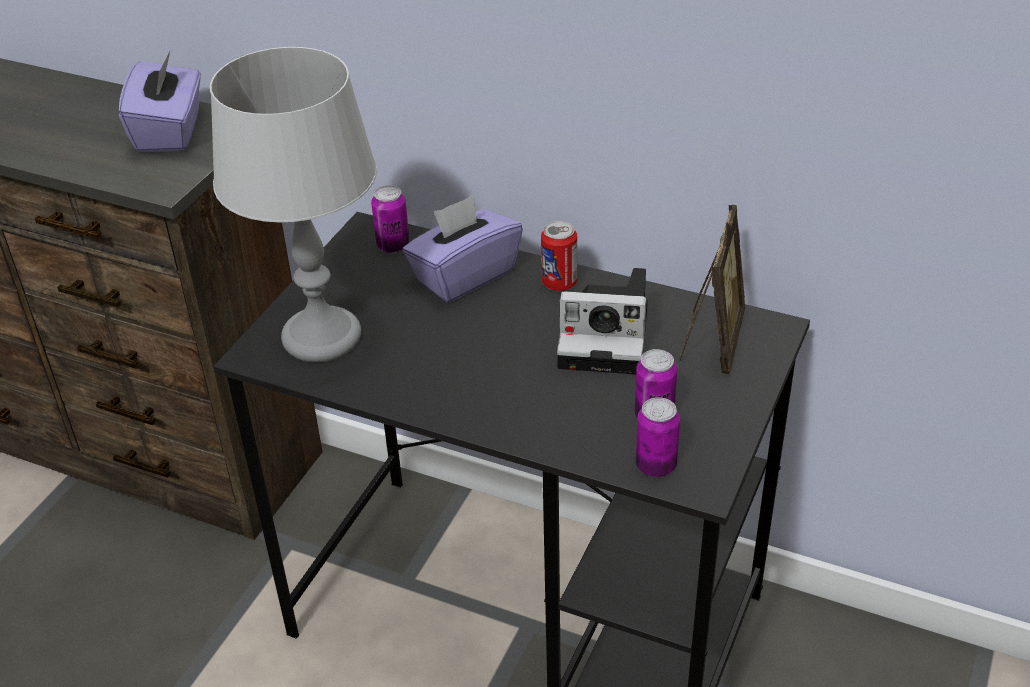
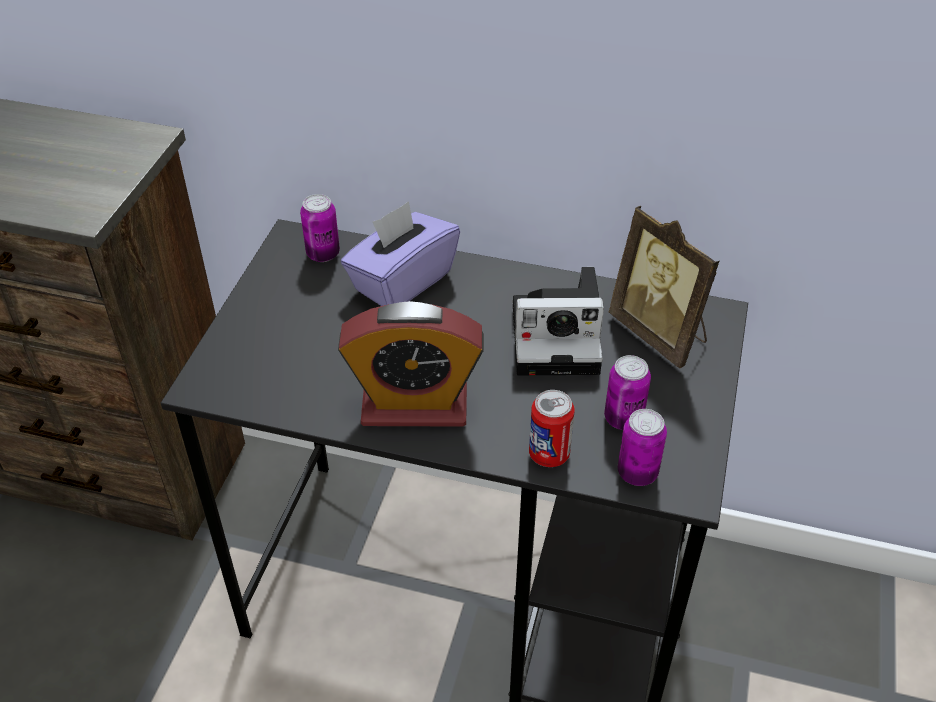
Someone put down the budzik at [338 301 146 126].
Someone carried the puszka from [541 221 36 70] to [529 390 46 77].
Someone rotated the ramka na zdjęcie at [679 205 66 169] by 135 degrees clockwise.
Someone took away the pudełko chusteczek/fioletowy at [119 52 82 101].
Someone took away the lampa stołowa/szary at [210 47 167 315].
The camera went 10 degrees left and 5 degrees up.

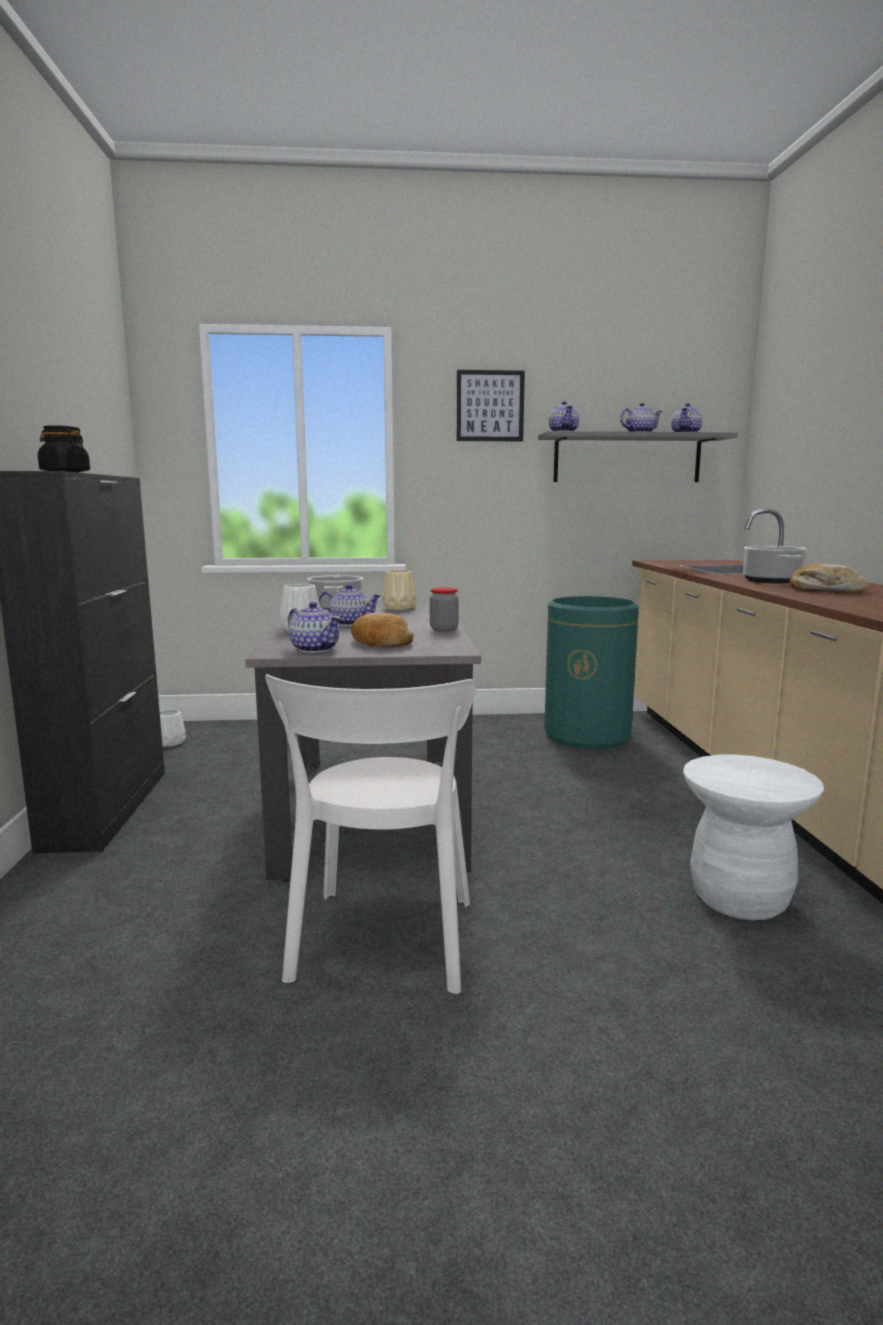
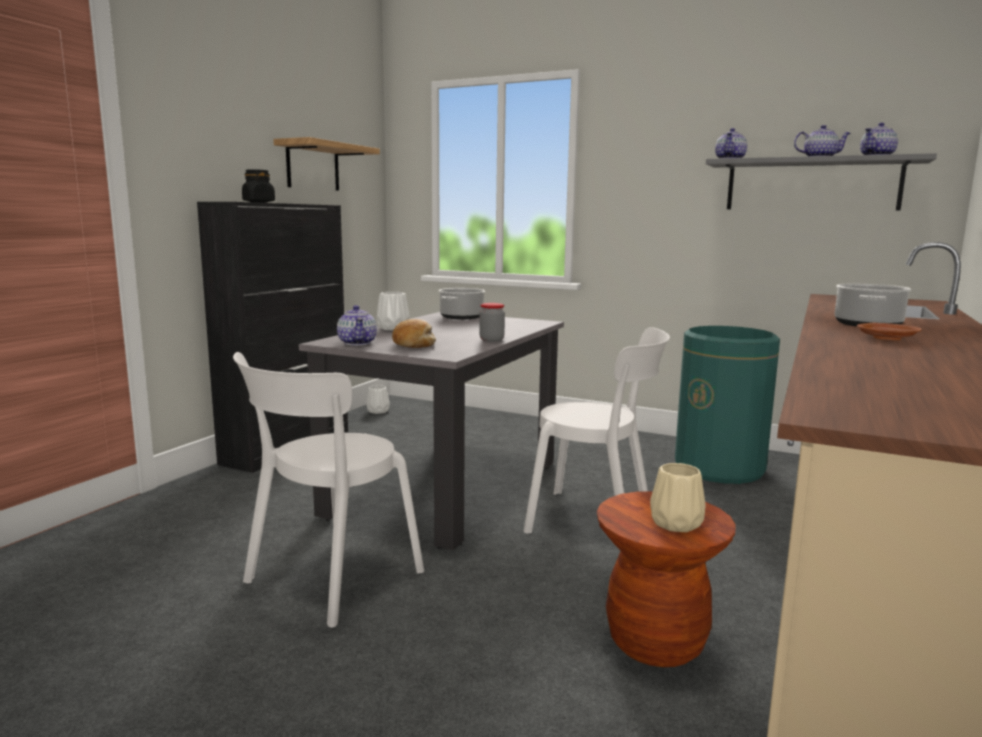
Someone put up the półka at [273 137 107 54].
Someone put down the krzesło/biały at [524 327 146 206].
Someone repainted the stołek/biały at [683 754 141 166], which became the stołek/brązowy at [597 491 139 176].
Someone carried the wazon/beżowy from [382 570 35 40] to [650 463 56 69].
Someone swapped the chleb at [790 563 80 29] for the talerz/brązowy at [857 323 65 17].
Someone took away the imbryk at [319 584 63 42].
Someone took away the obraz at [457 370 68 71].
The camera went 30 degrees right and 0 degrees up.

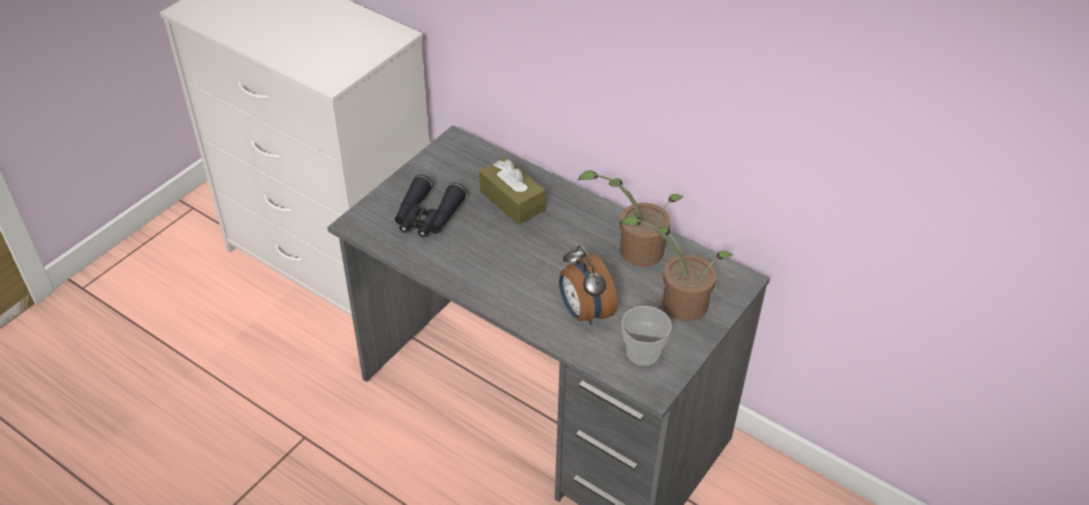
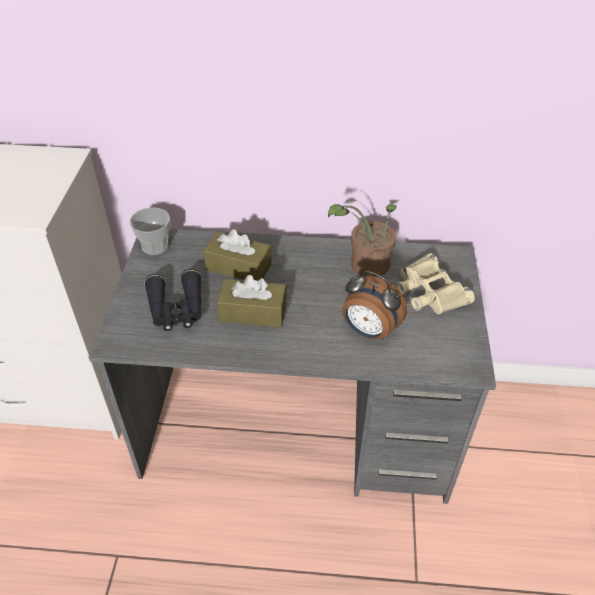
Someone carried the filiżanka from [621 306 51 60] to [130 207 40 48].
Someone put down the pudełko chusteczek/brązowy at [217 275 70 52].
Someone swapped the roślina doniczkowa at [620 215 113 106] for the lornetka/beżowy at [397 253 78 61].
The camera went 30 degrees left and 0 degrees up.

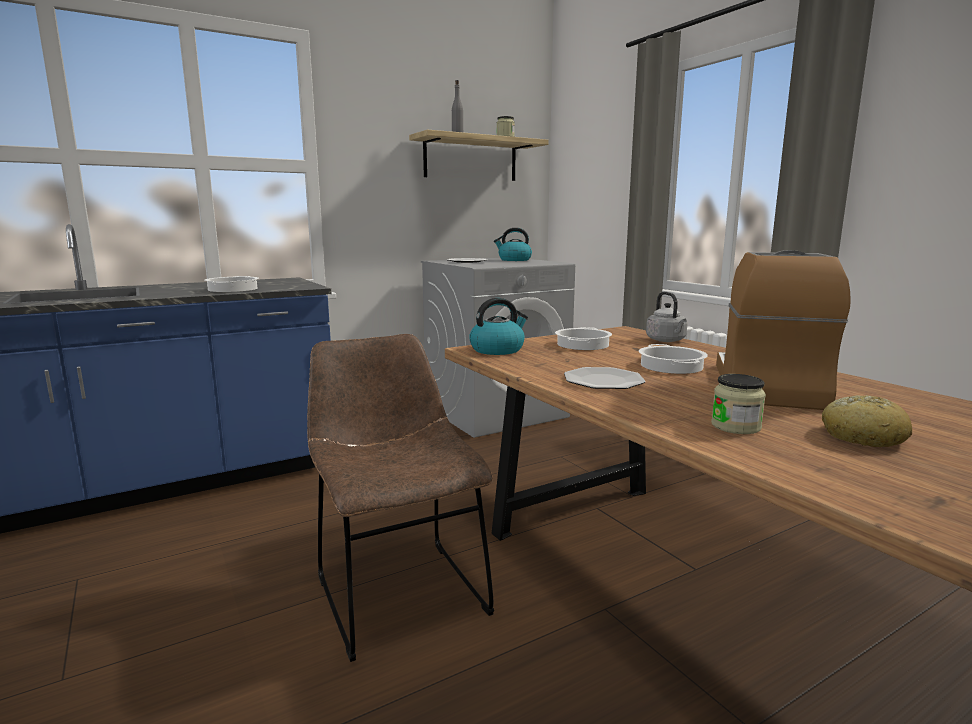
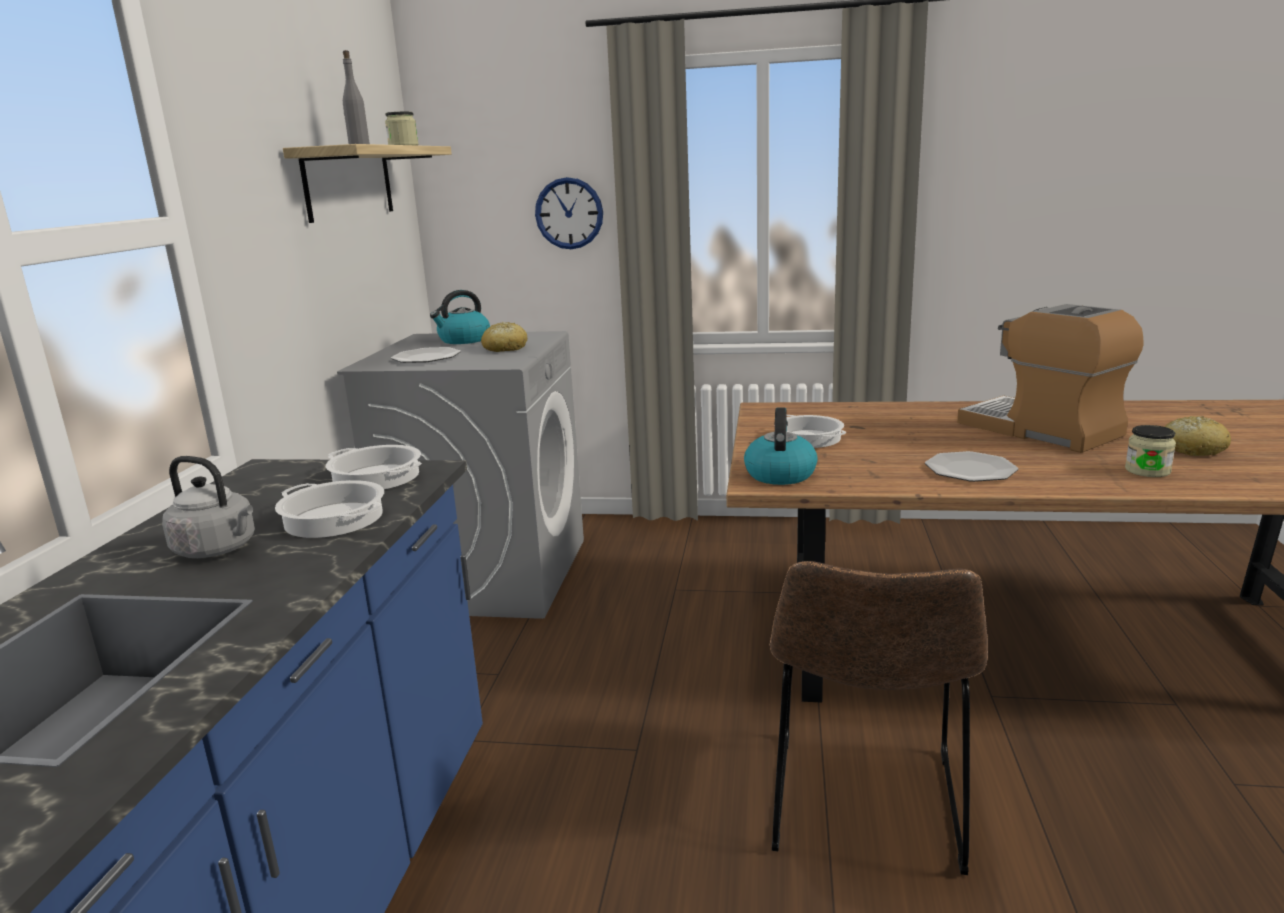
Someone carried the czajnik/szary from [646 292 42 50] to [162 456 93 102].
Someone carried the garnek from [639 344 69 30] to [326 445 96 44].
Someone put down the chleb at [481 322 46 30].
Someone put up the zegar ścienny at [535 177 68 72].
Someone rotated the krzesło/brązowy at [307 334 187 328] by 90 degrees counterclockwise.
The camera went 50 degrees left and 5 degrees up.

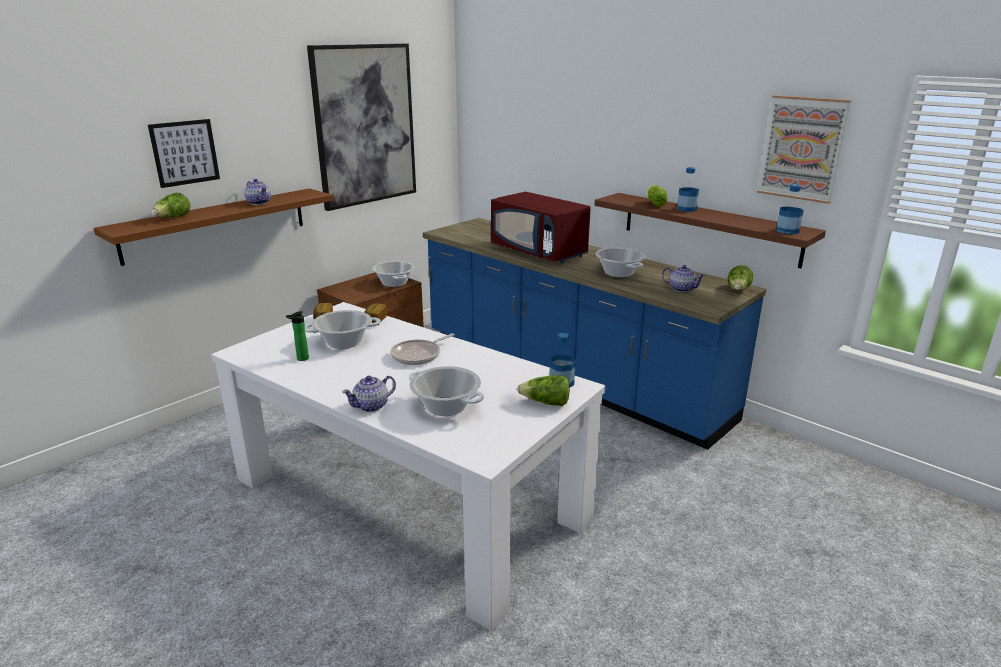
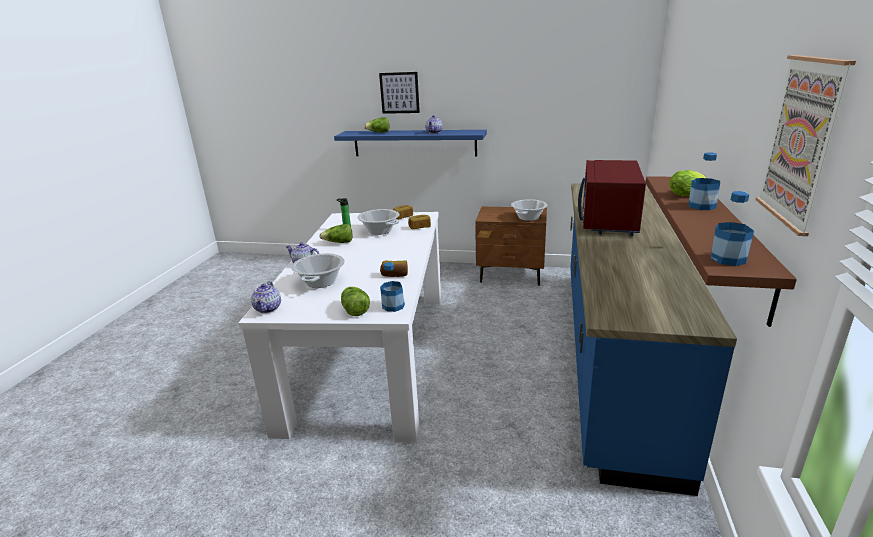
Someone carried the imbryk from [662 265 43 27] to [251 281 30 32].
Someone carried the sałata from [728 265 25 25] to [319 224 33 19].
Someone repainted the półka/brązowy at [94 188 239 78], which became the półka/niebieski at [334 130 153 26].
Someone put down the chleb at [380 260 28 17].
Someone took away the obraz at [307 43 109 168].
Someone took away the patelnia at [390 333 65 32].
Someone took away the garnek at [595 247 51 31].
The camera went 60 degrees right and 0 degrees up.

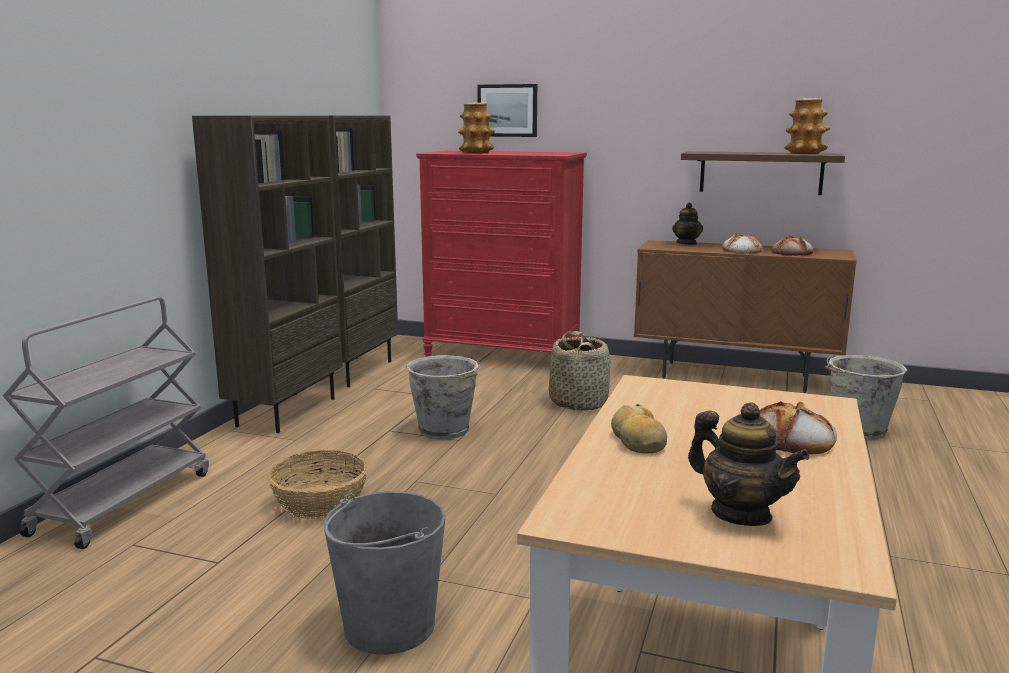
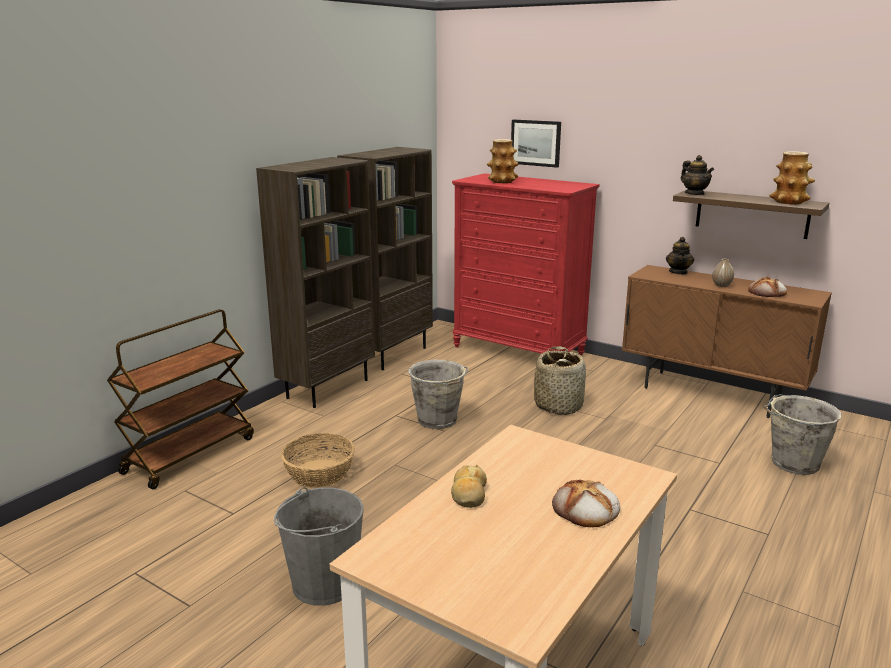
Someone repainted the wózek/szary at [3 297 206 252], which became the wózek/brązowy at [107 309 147 180].
Someone carried the imbryk from [688 402 121 124] to [681 155 33 40].
Someone swapped the chleb at [722 233 40 20] for the wazon at [712 259 22 28].
The camera went 15 degrees right and 5 degrees up.

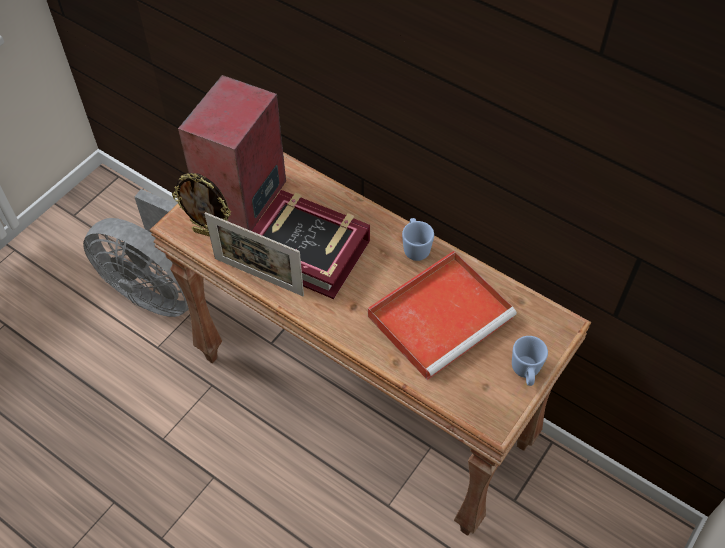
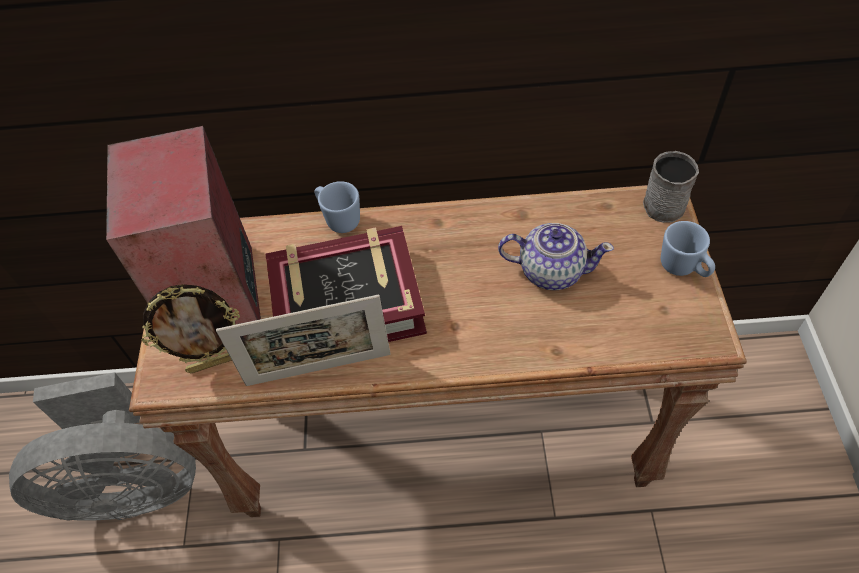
Someone carried the kubek/niebieski from [402 218 32 43] to [314 181 46 52].
Someone swapped the taca/czerwony at [368 251 149 129] for the imbryk at [498 223 116 67].
Someone put down the kubek/szary at [643 151 56 72].
The camera went 35 degrees left and 0 degrees up.

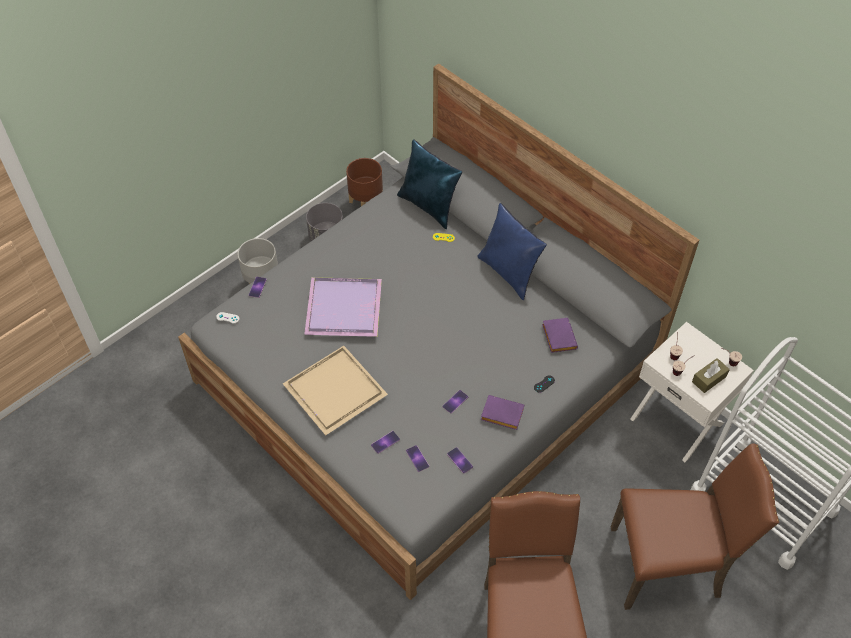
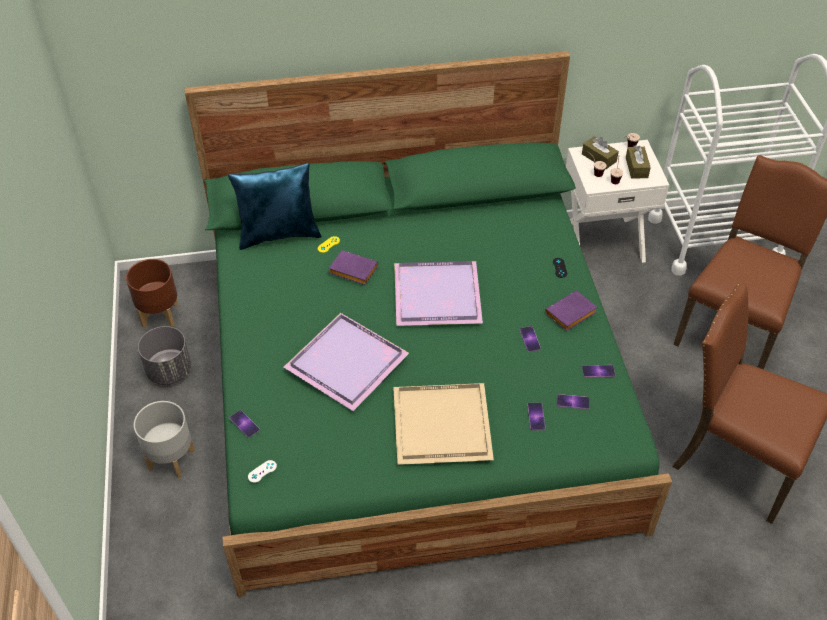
Someone repainted the łóżko/szary at [178 64 521 536], which became the łóżko/zielony at [185 51 487 546].
Someone carried the książka/fioletowy from [542 318 36 35] to [329 250 49 35].
Someone put down the taca/fioletowy at [394 261 89 65].
Someone put down the pudełko chusteczek/brązowy at [582 137 37 32].
Someone took away the poduszka/niebieski at [477 203 70 97].
The camera went 55 degrees left and 5 degrees down.

